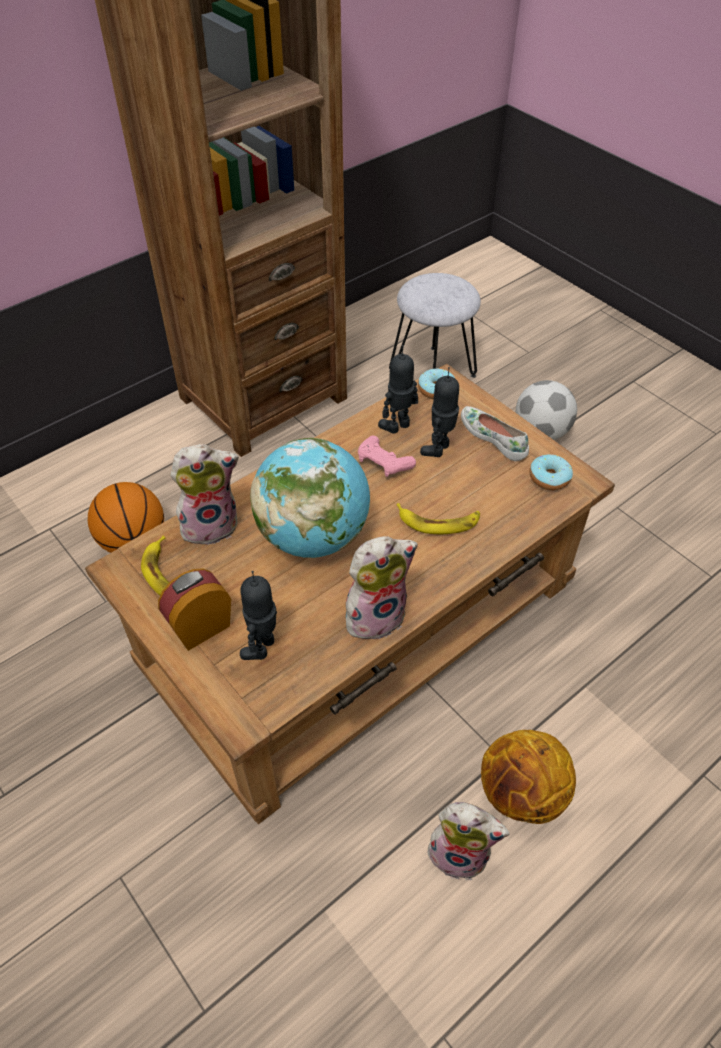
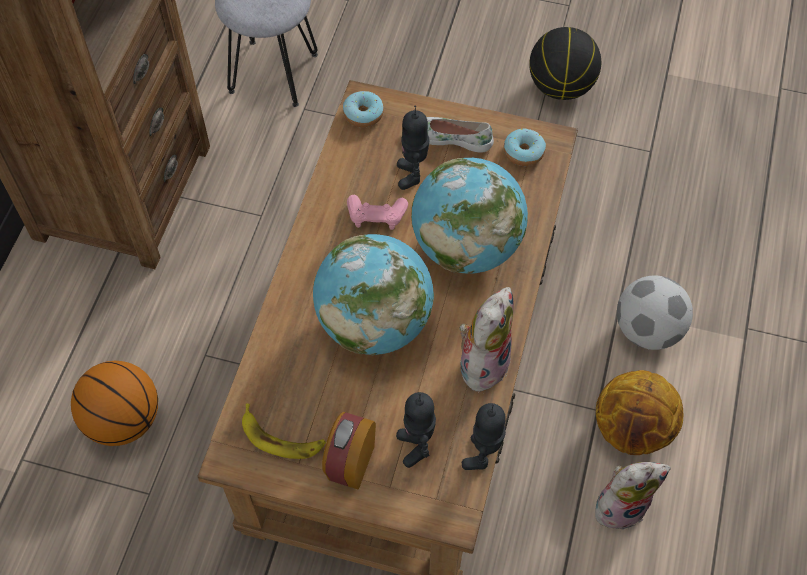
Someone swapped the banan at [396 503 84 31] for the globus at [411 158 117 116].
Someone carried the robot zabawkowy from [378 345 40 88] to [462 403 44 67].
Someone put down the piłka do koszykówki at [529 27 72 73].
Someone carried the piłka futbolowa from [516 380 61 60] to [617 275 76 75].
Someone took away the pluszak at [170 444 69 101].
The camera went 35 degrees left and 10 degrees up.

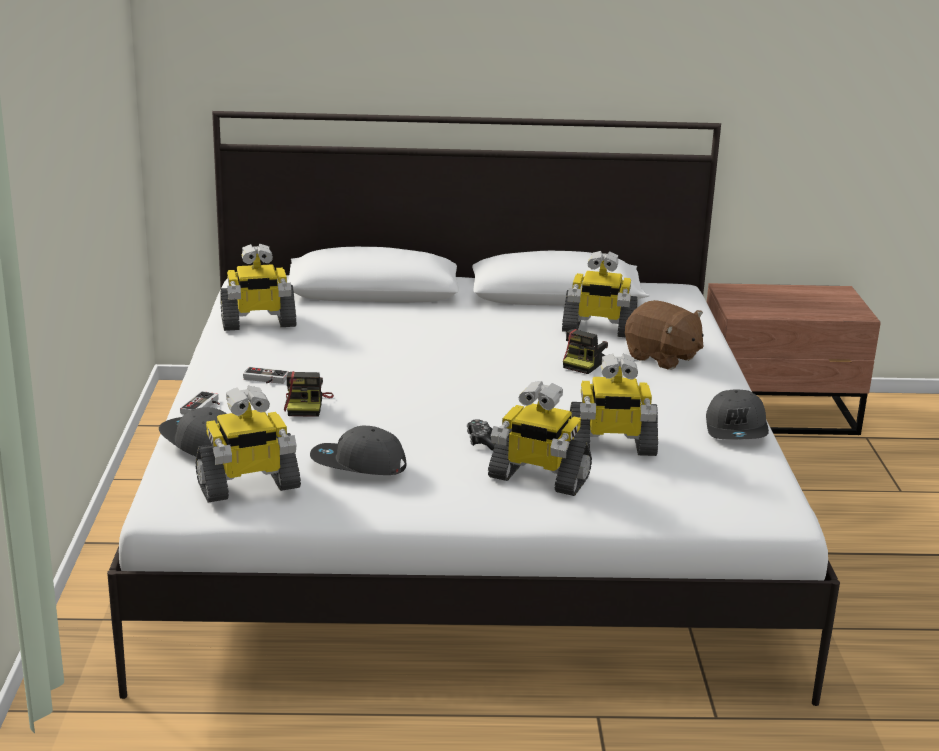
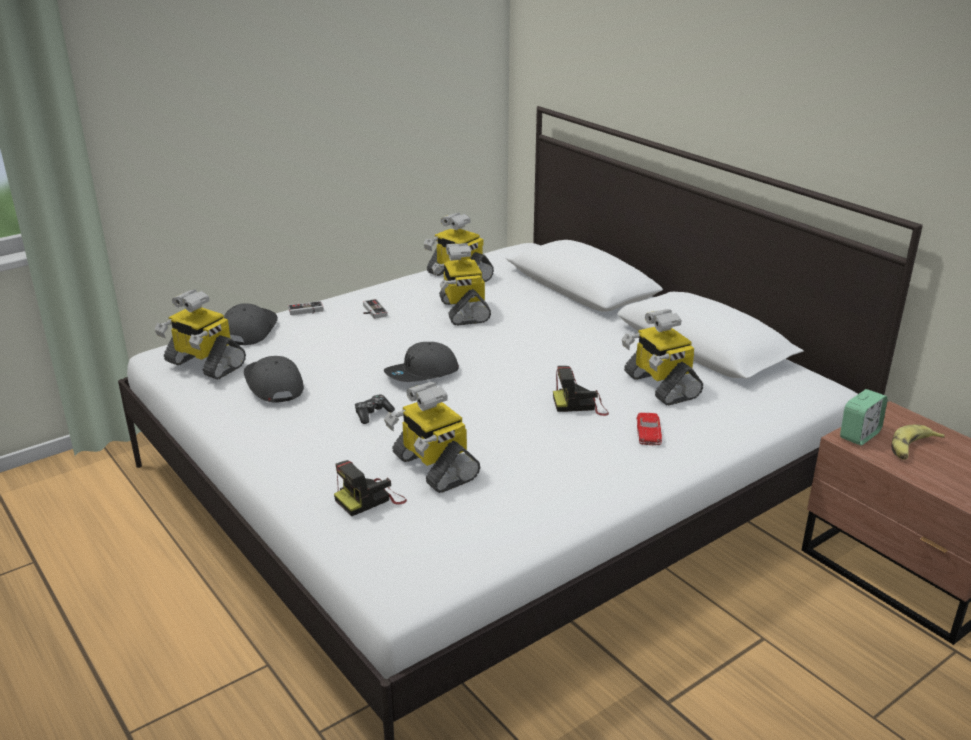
Someone carried the aparat fotograficzny from [284 371 50 46] to [334 460 73 57].
Someone carried the czapka z daszkiem/szary from [706 389 63 51] to [384 342 75 40].
Someone carried the robot zabawkowy from [488 381 104 115] to [432 243 59 83].
Someone swapped the pluszak/brązowy at [625 300 79 70] for the samochodzik/czerwony at [637 413 25 33].
Someone put down the budzik at [840 389 48 57].
Someone put down the banan at [891 425 54 35].
The camera went 55 degrees right and 5 degrees up.

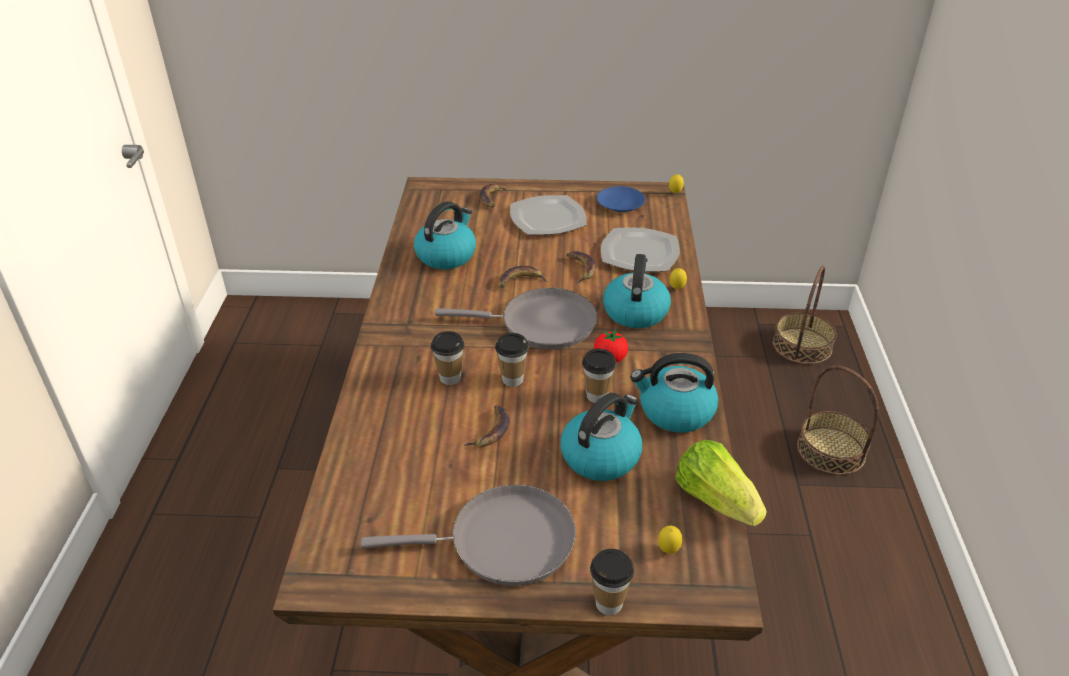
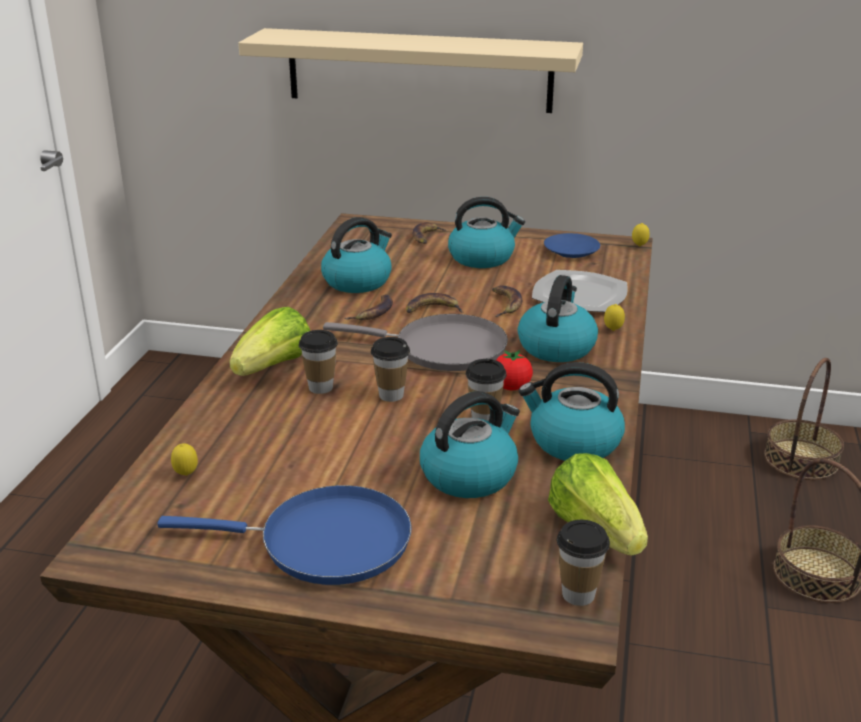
Someone repainted the patelnia/szary at [360 485 216 101], which became the patelnia/niebieski at [157 485 255 100].
Someone carried the cytryna from [658 526 24 28] to [171 443 27 33].
Someone put down the sałata at [229 307 81 69].
Someone put up the półka/beżowy at [238 28 345 85].
Someone carried the banan from [463 405 47 42] to [345 294 48 26].
Someone swapped the talerz at [510 195 77 40] for the czajnik at [448 197 77 71].
Someone carried the filiżanka from [590 549 44 66] to [557 520 53 86].
The camera went 10 degrees right and 10 degrees down.

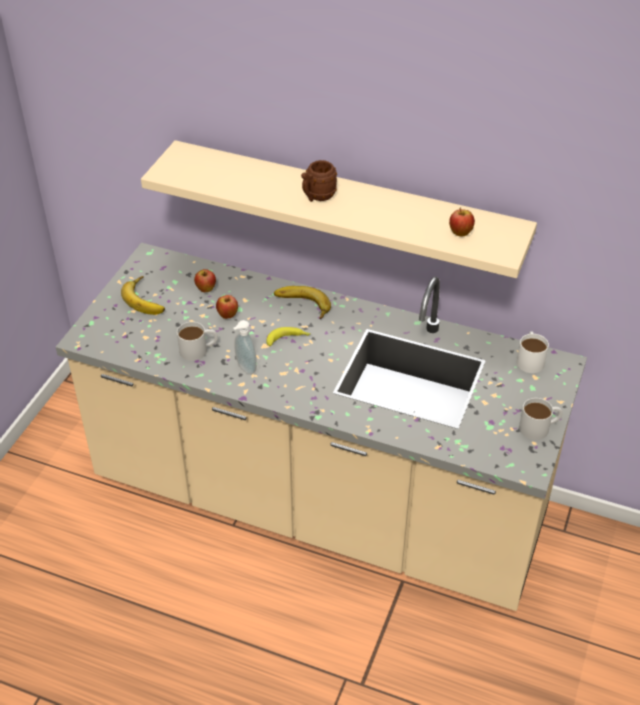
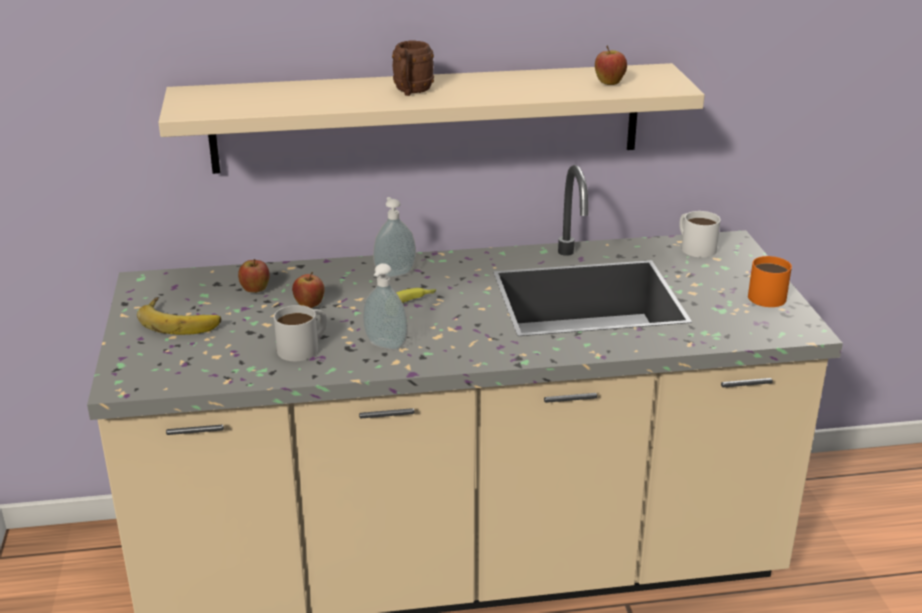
Someone swapped the banan at [274 286 57 33] for the dozownik mydła at [373 197 43 80].
Someone repainted the kubek/biały at [519 398 44 42], which became the kubek/pomarańczowy at [748 256 44 51].
The camera went 30 degrees left and 15 degrees down.

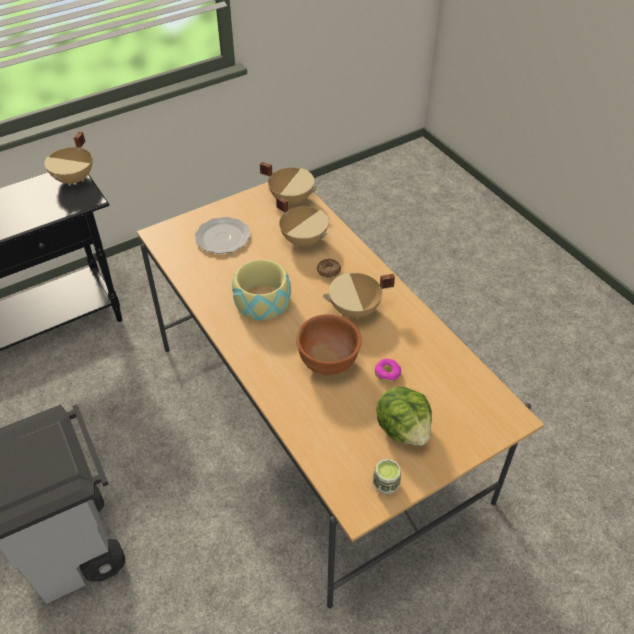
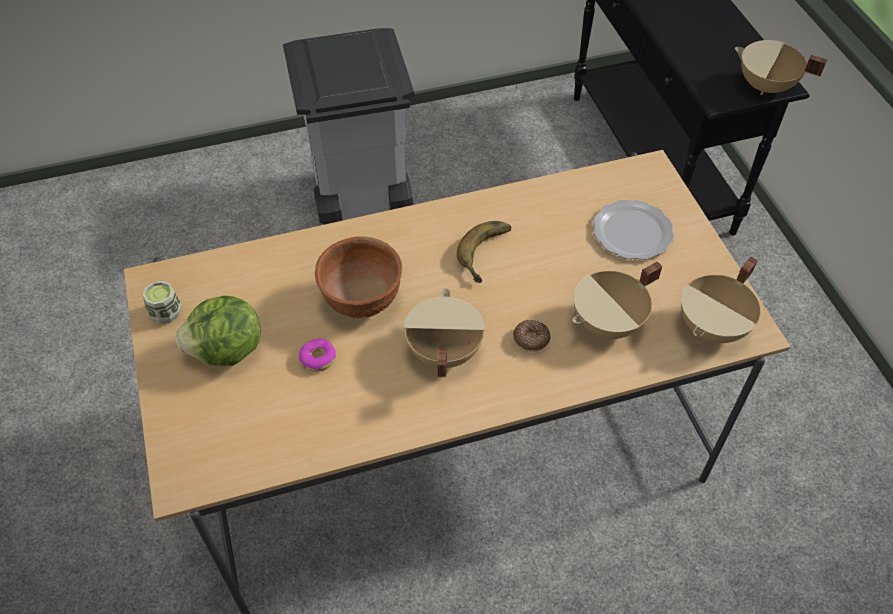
Someone swapped the miska at [232 260 59 61] for the banan at [457 221 54 62].
The camera went 105 degrees right and 5 degrees up.

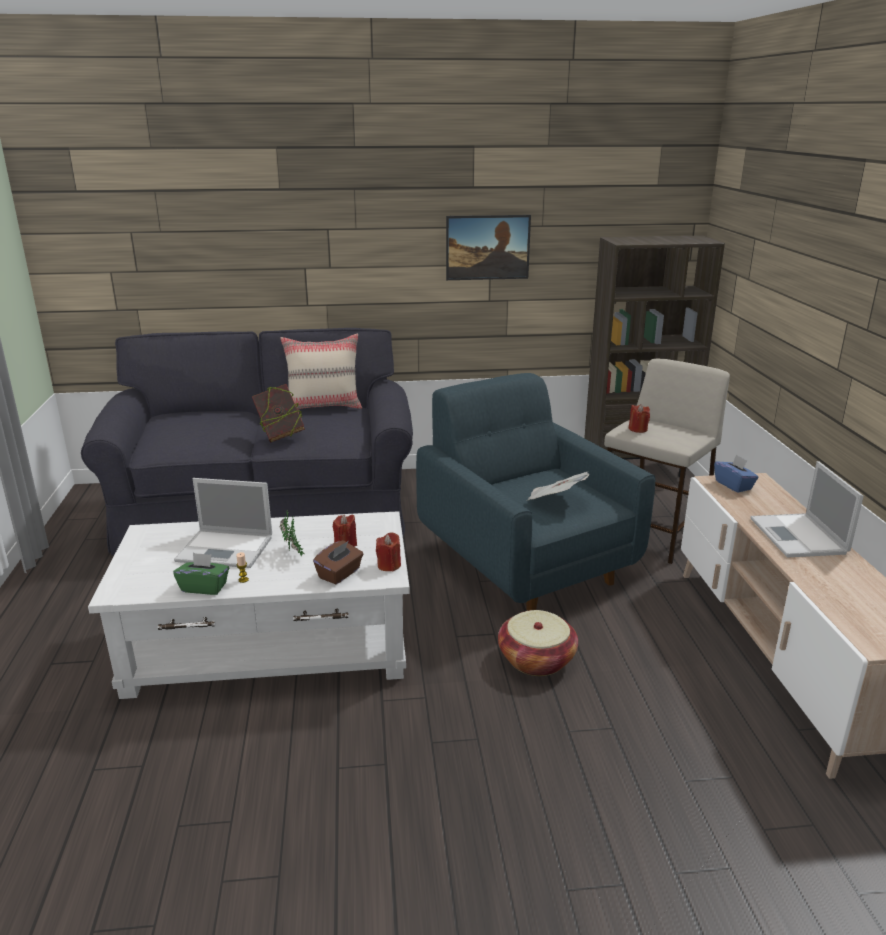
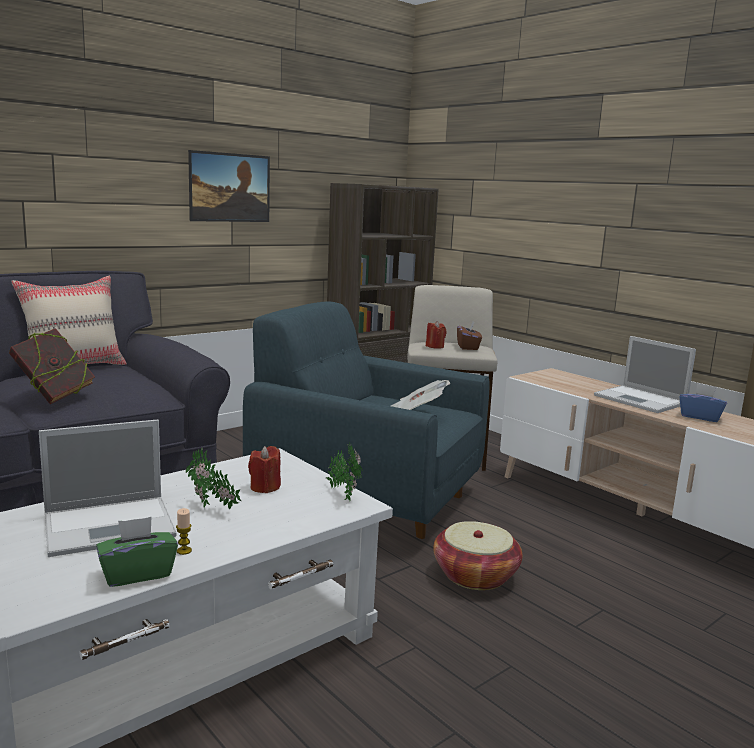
Someone swapped the świeca/czerwony at [376 533 25 38] for the roślina doniczkowa at [326 442 36 59].
Someone carried the pudełko chusteczek/brązowy from [313 540 50 44] to [457 321 25 29].
Someone carried the pudełko chusteczek/niebieski from [714 454 45 39] to [680 383 47 39].
The camera went 35 degrees left and 10 degrees down.

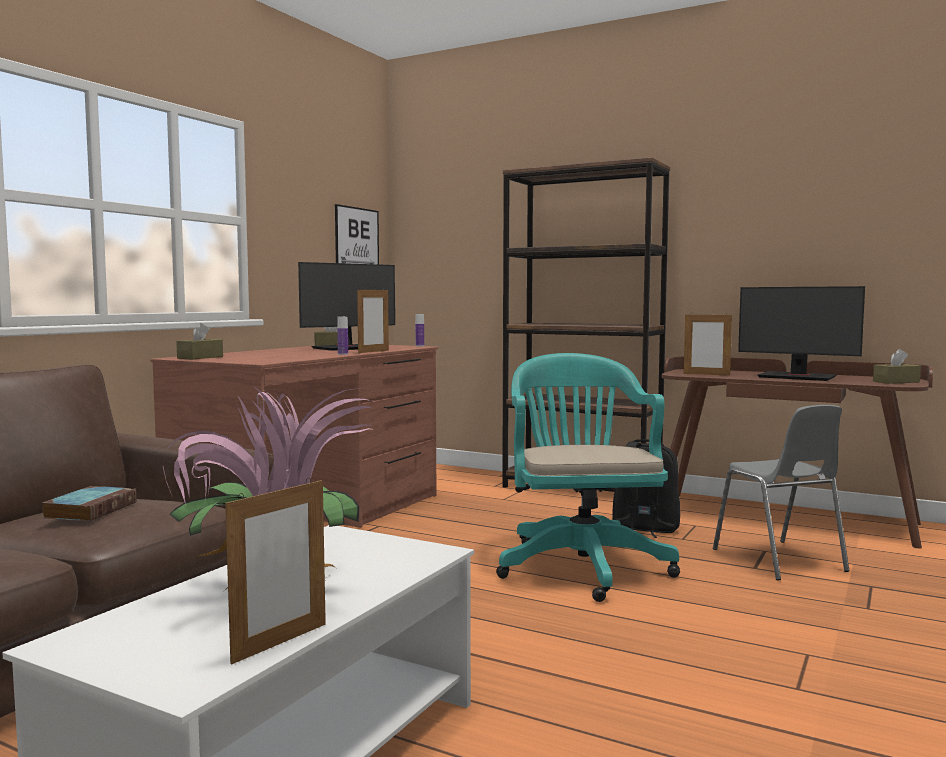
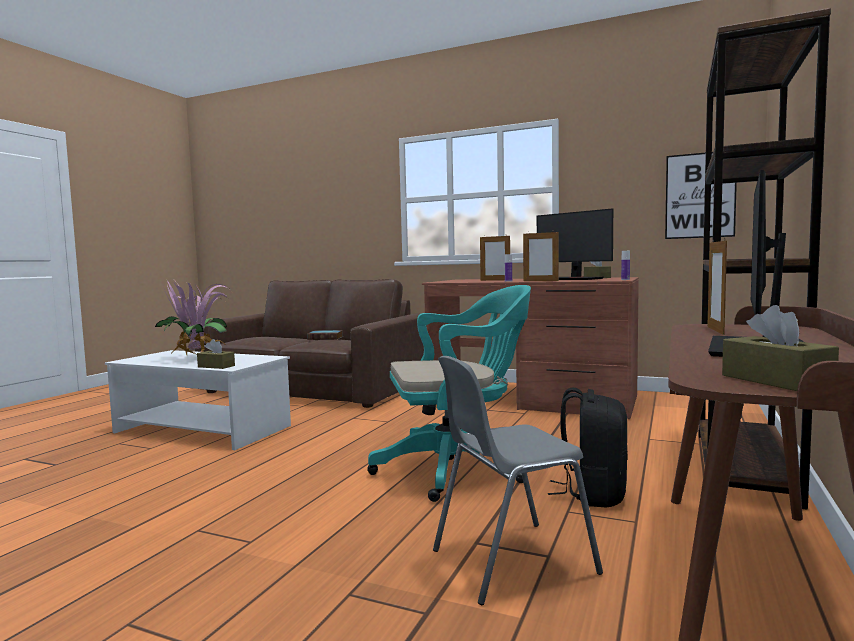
Someone carried the pudełko chusteczek/brązowy from [176 323 47 37] to [197 339 38 30].
Someone carried the ramka na zdjęcie from [225 478 101 186] to [480 235 30 46].
The camera went 85 degrees right and 0 degrees up.

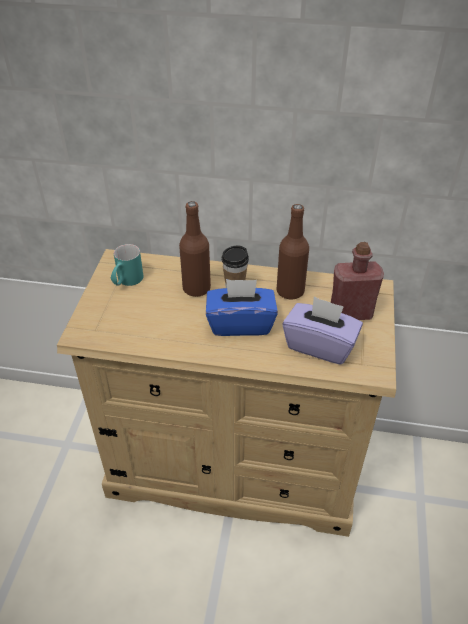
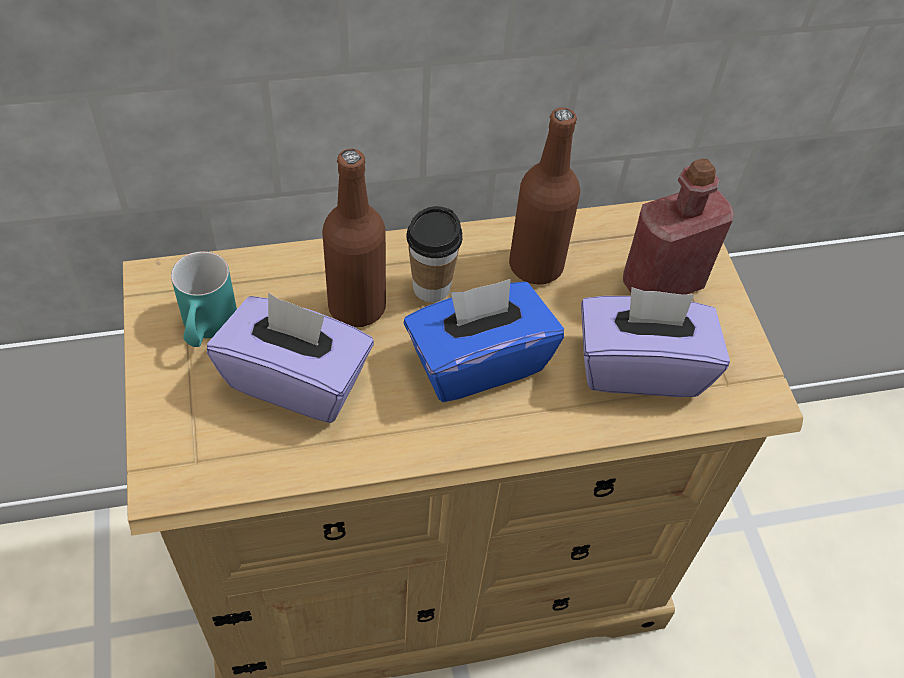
Someone put down the pudełko chusteczek/fioletowy at [207 292 167 131].
The camera went 25 degrees left and 10 degrees up.

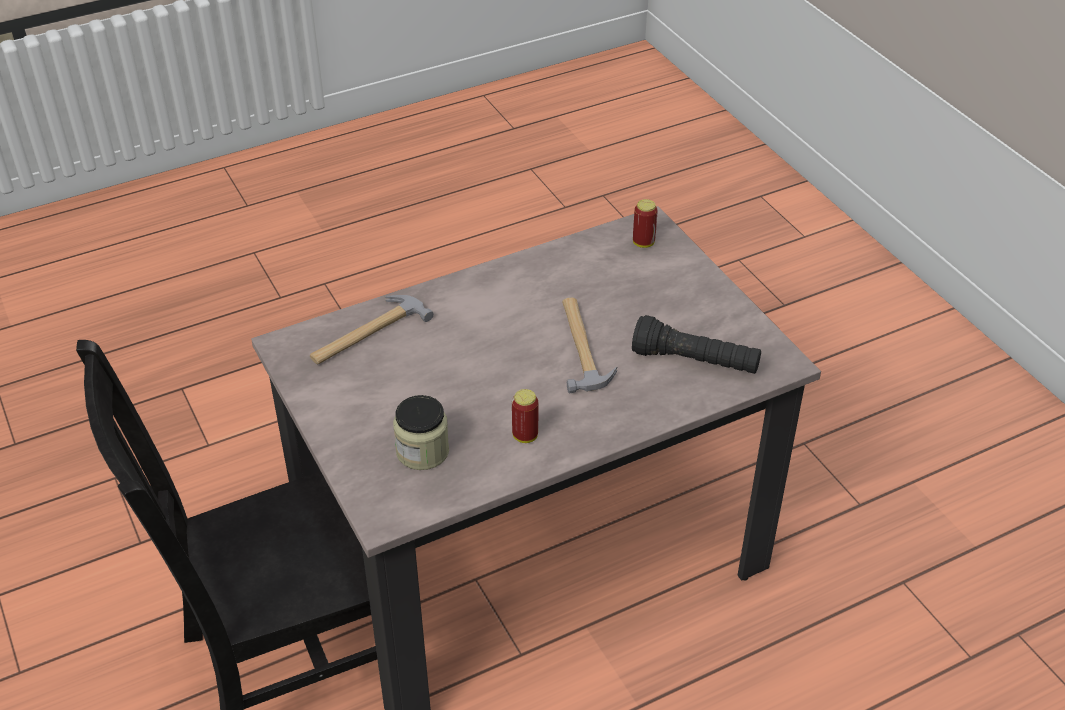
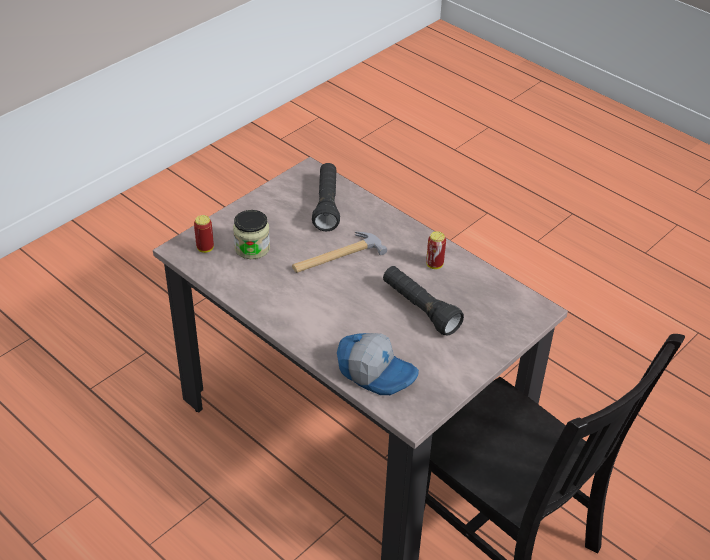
Someone carried the słoik from [393 395 56 75] to [233 210 37 49].
Someone swapped the młotek at [310 295 124 70] for the czapka z daszkiem at [337 333 82 62].
Someone put down the latarka/czarny at [383 266 81 70].
The camera went 110 degrees left and 0 degrees up.

